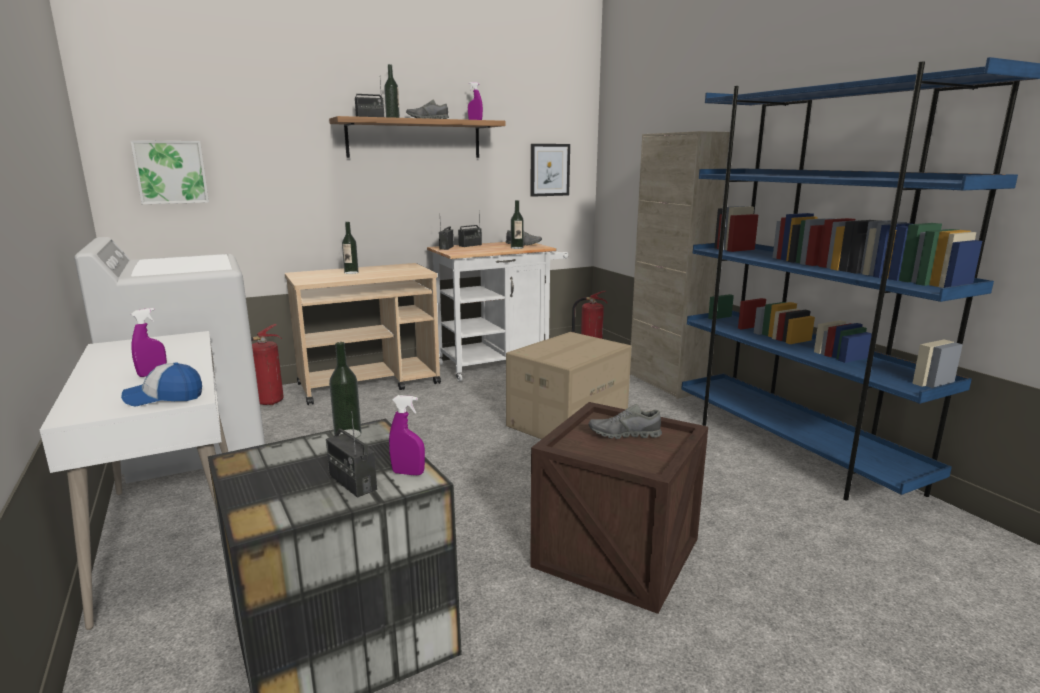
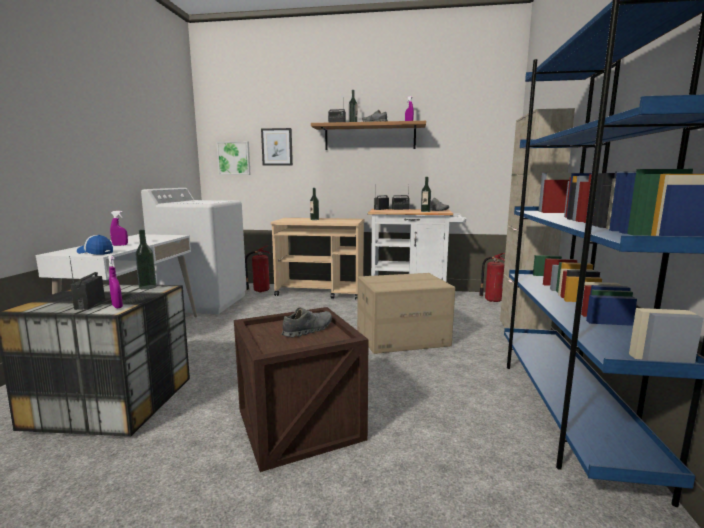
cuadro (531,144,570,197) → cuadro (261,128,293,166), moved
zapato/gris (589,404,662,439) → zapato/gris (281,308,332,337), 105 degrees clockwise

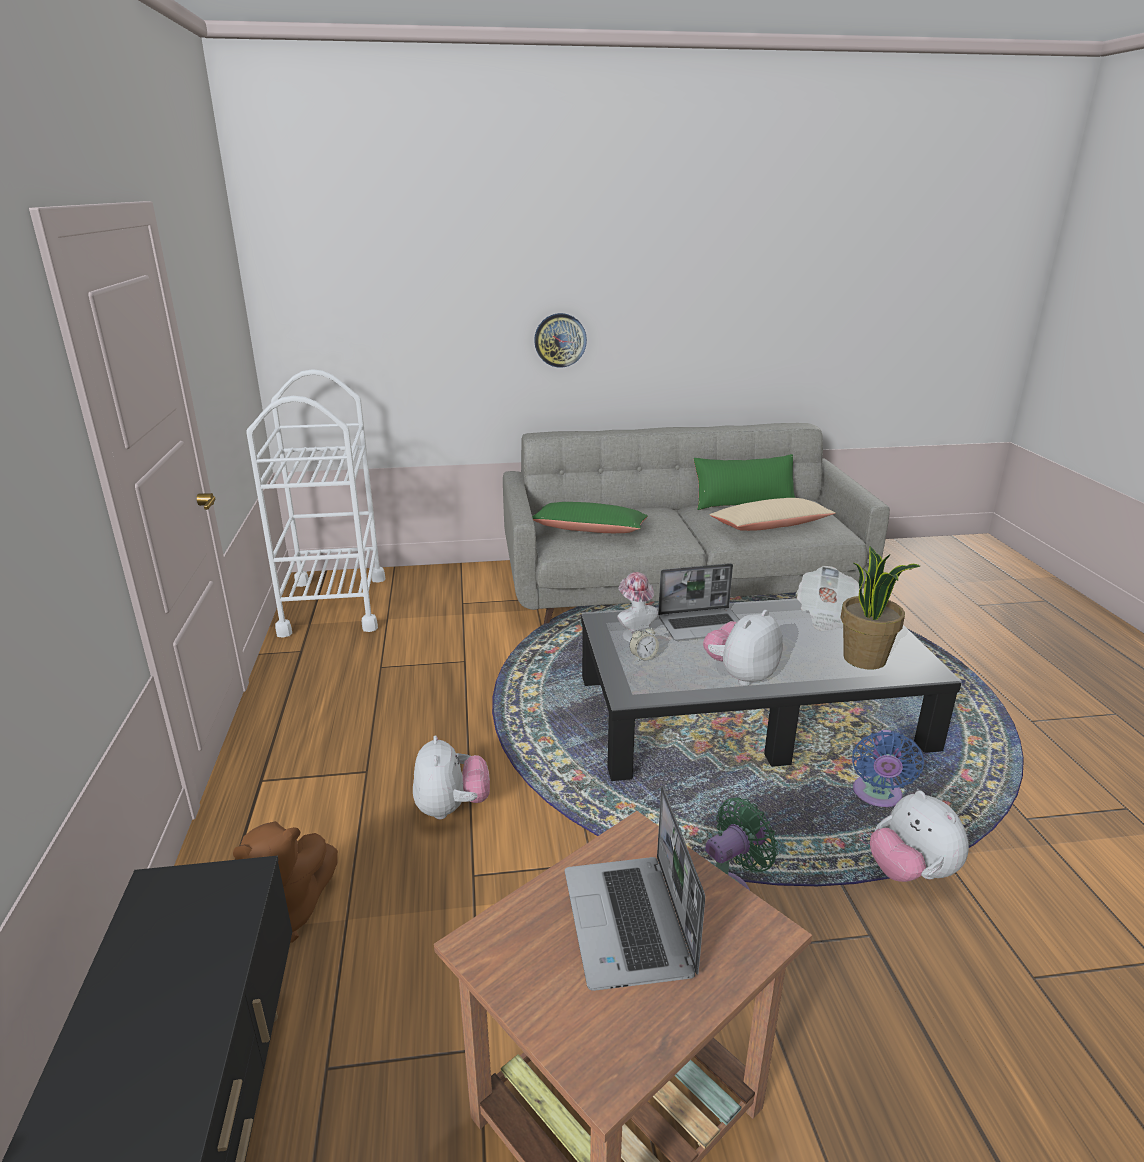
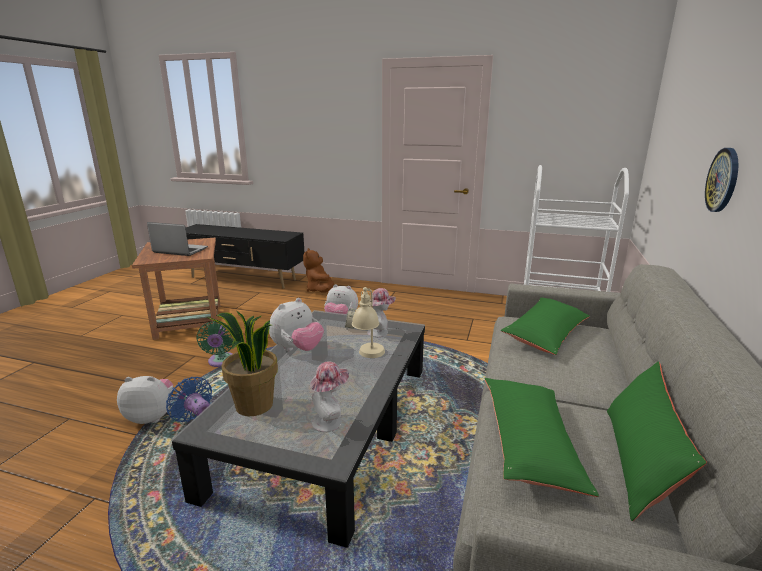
peluche (703,610,783,686) → peluche (269,298,324,351), 60 degrees clockwise
periódico (796,566,864,631) → sombrero (310,361,349,432)
portátil (658,563,739,640) → lámpara de mesa/beis (352,287,385,358)
cojín/beis (710,498,836,531) → cojín/verde (484,378,599,497)

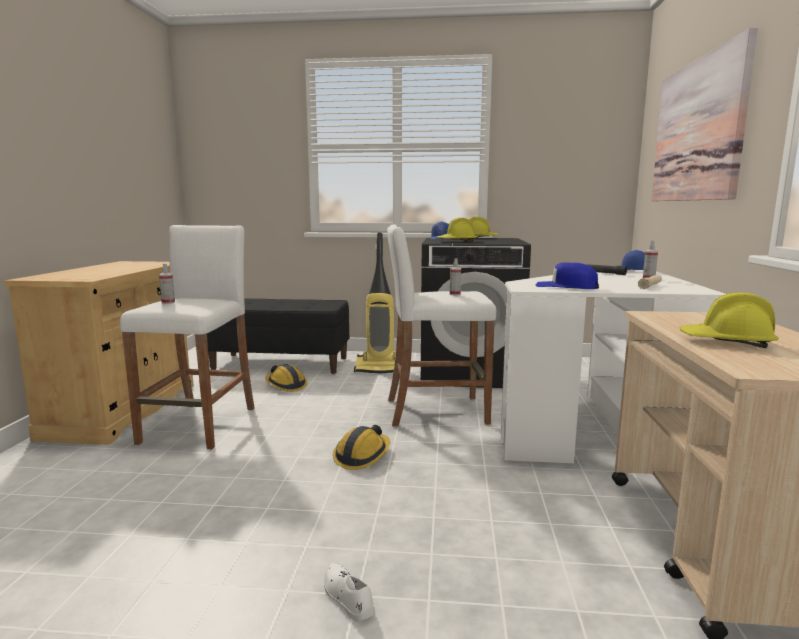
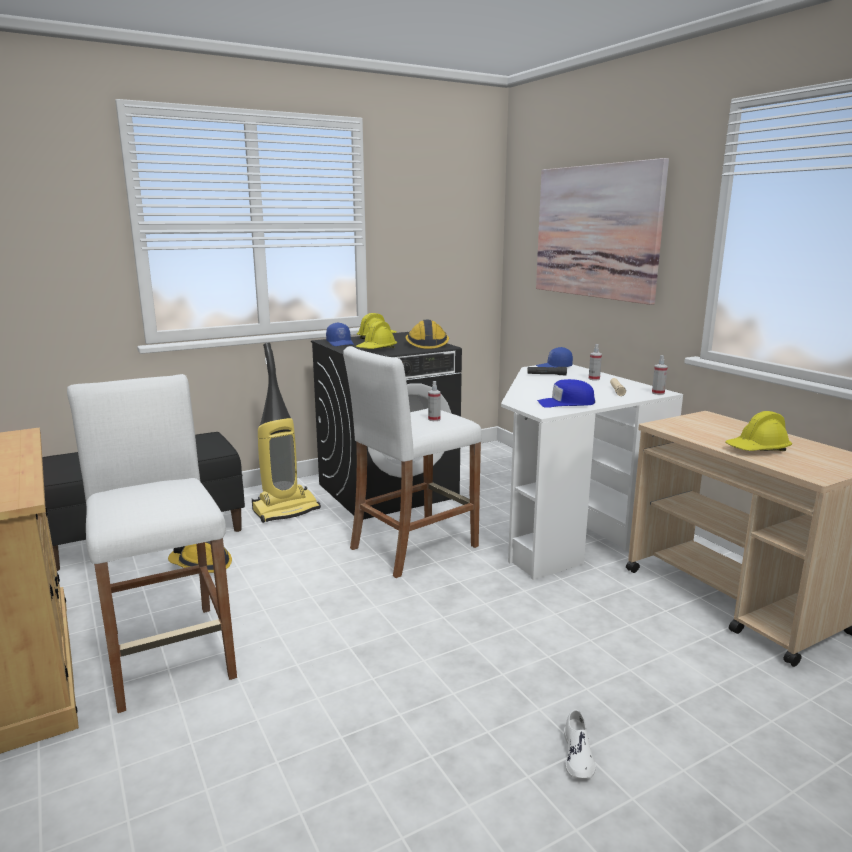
casco (333,425,390,470) → casco (406,320,449,349), moved
zapato/blanco (324,563,375,622) → zapato/blanco (564,709,596,779), 105 degrees counterclockwise
pulverizador (159,263,175,304) → pulverizador (652,355,668,395), moved

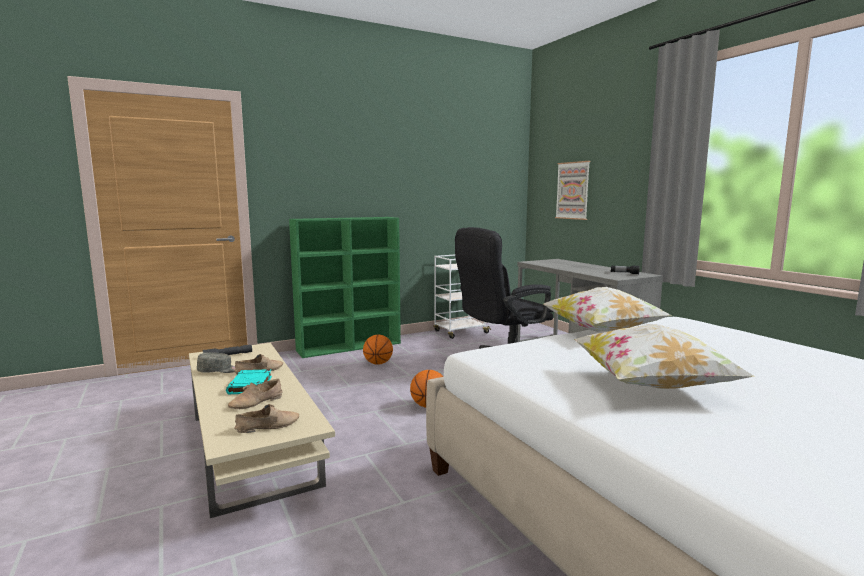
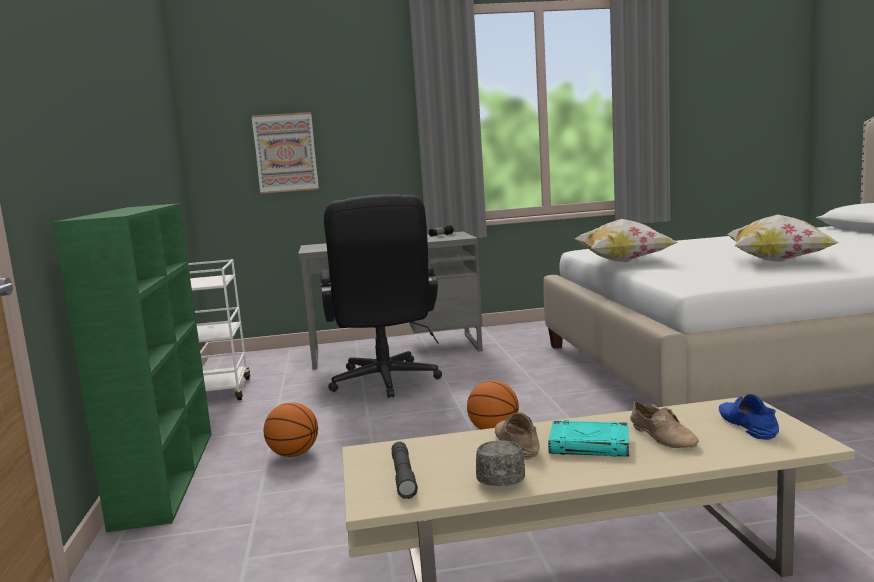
zapato/beis (235,404,299,433) → zapato/azul (719,394,779,440)

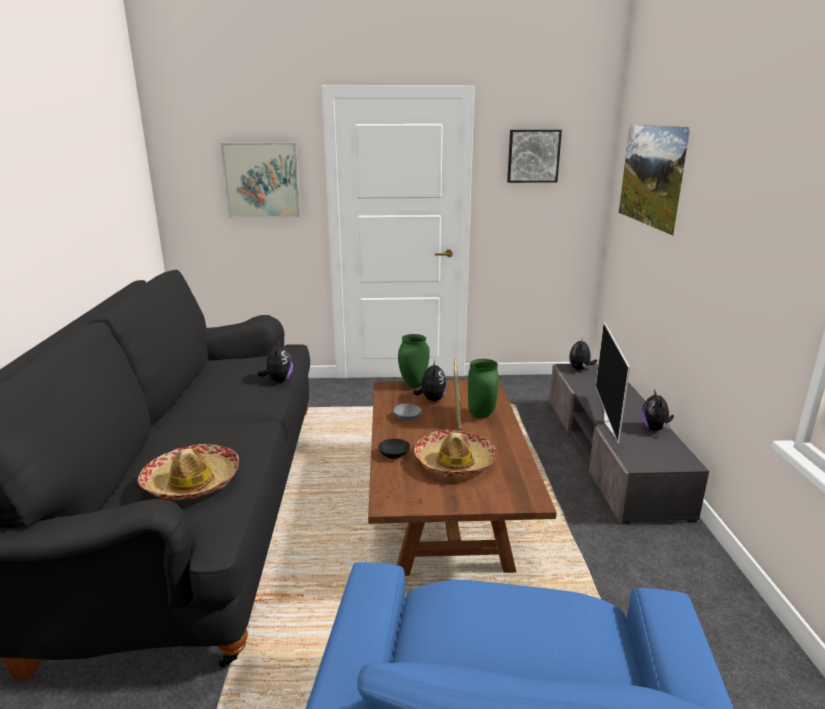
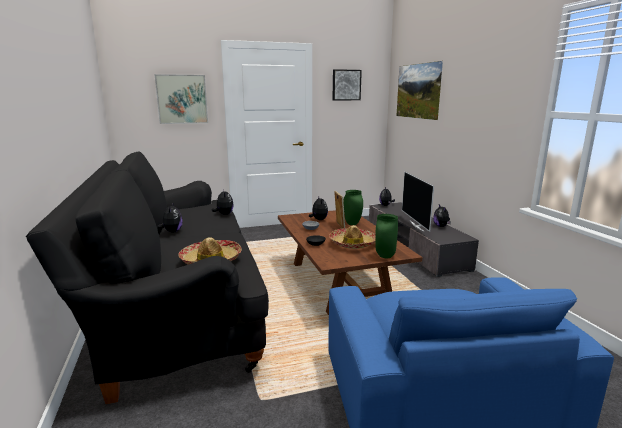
- → peluche (158,202,183,233)
florero/verde (398,334,430,388) → florero/verde (375,214,398,258), moved

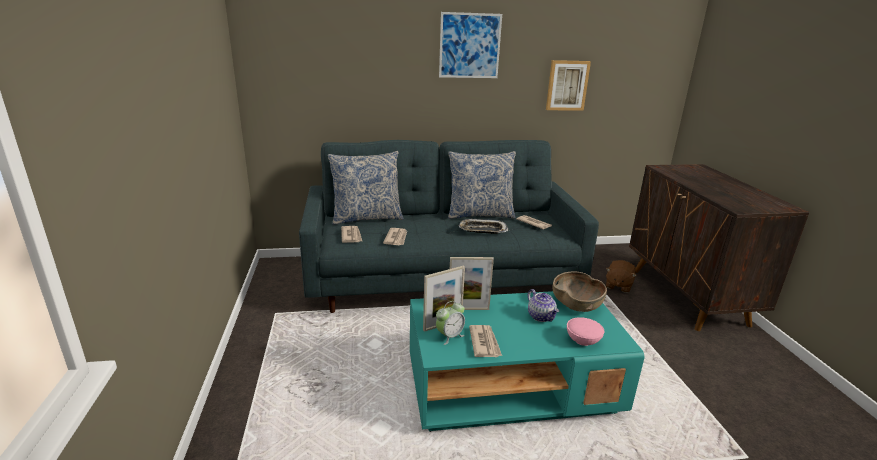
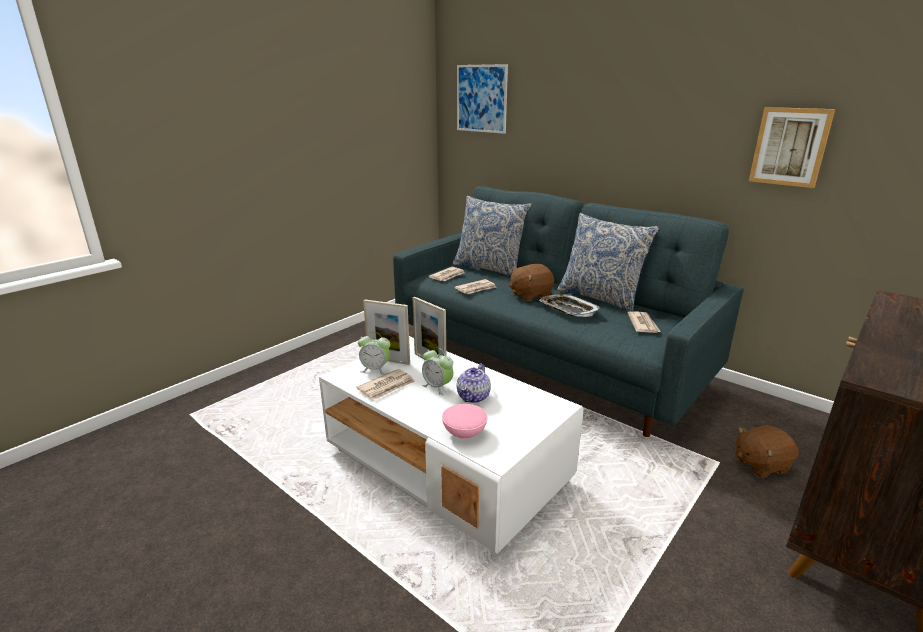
mesa de centro/turquesa (410,291,645,432) → mesa de centro/blanco (319,336,584,554)
- → despertador (422,347,453,396)
cuadro (439,12,502,78) → cuadro (457,64,508,134), moved
- → peluche/marrón (509,264,554,301)
cuenco/marrón (553,271,607,312) → -

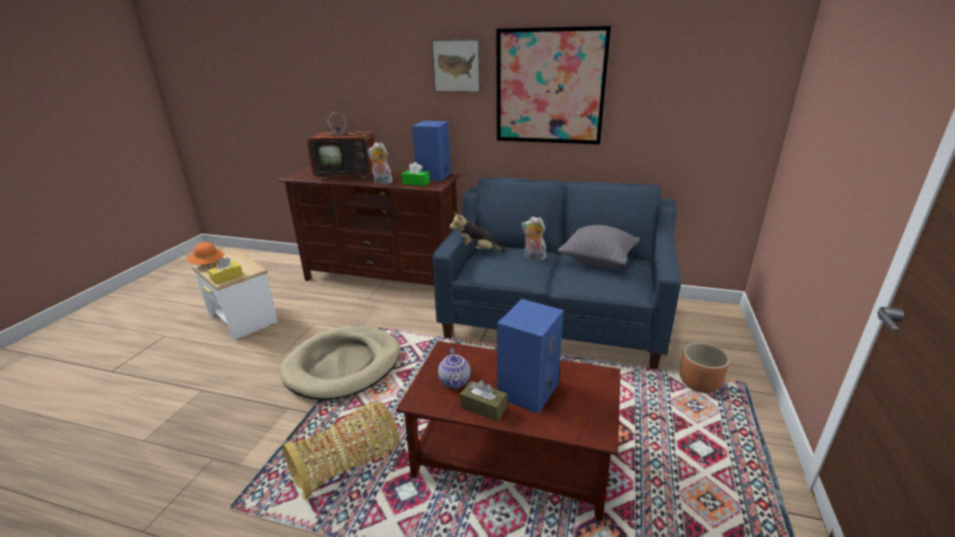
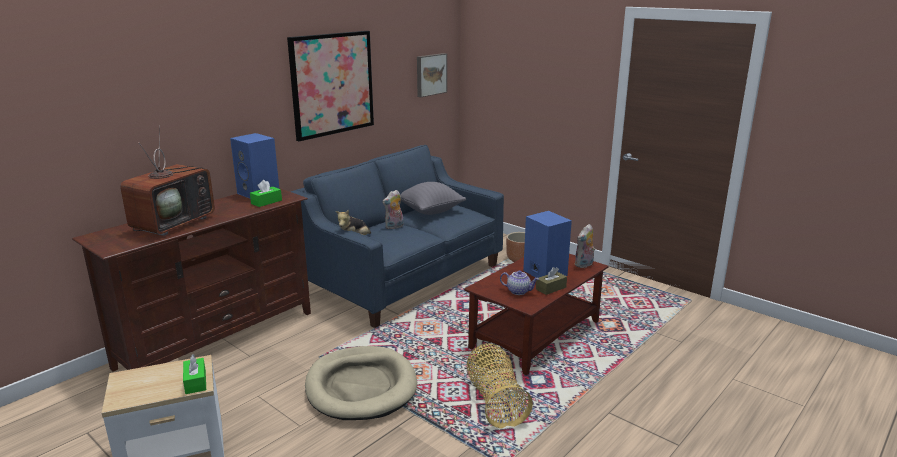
caja de pañuelos/amarillo (208,258,243,285) → caja de pañuelos/verde (183,354,206,394)
cuadro (432,39,481,92) → cuadro (417,53,447,97), moved
peluche (367,142,393,184) → peluche (574,224,595,268), moved
sombrero/naranja (187,242,224,268) → -

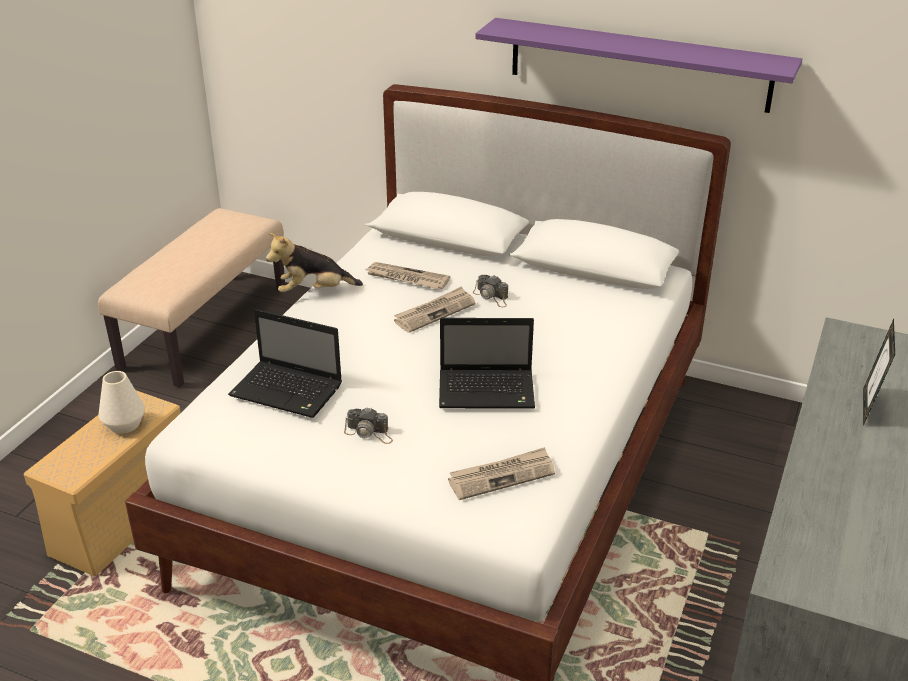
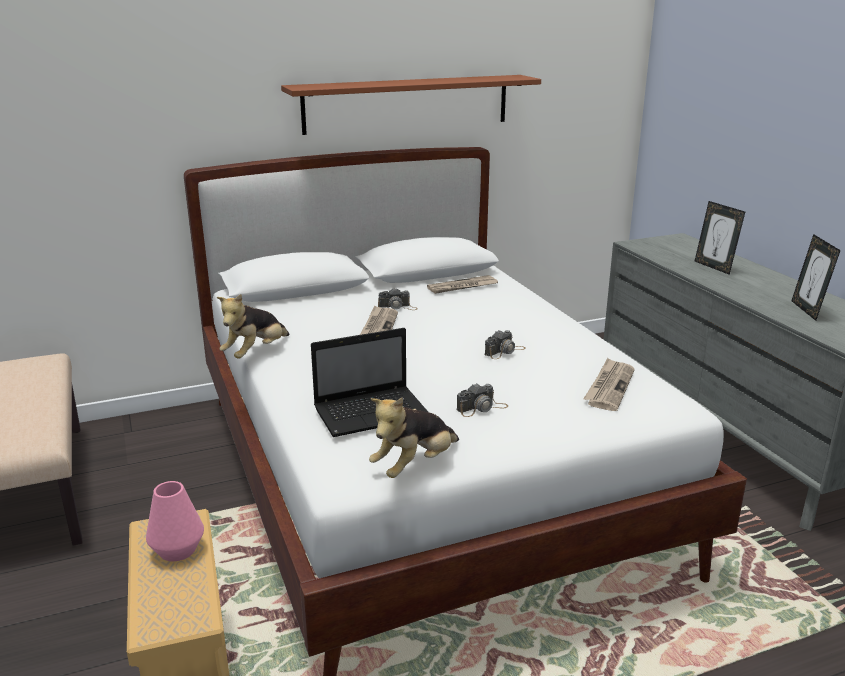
florero/blanco (99,371,145,434) → florero/rosa (146,481,204,561)
estante/morado (476,18,802,113) → estante/marrón (281,75,541,135)
- → peluche (369,397,459,478)
periódico (364,262,450,289) → periódico (427,275,498,294), moved
portátil (439,318,535,409) → cámara (485,330,526,359)
- → portarretratos (791,234,841,321)

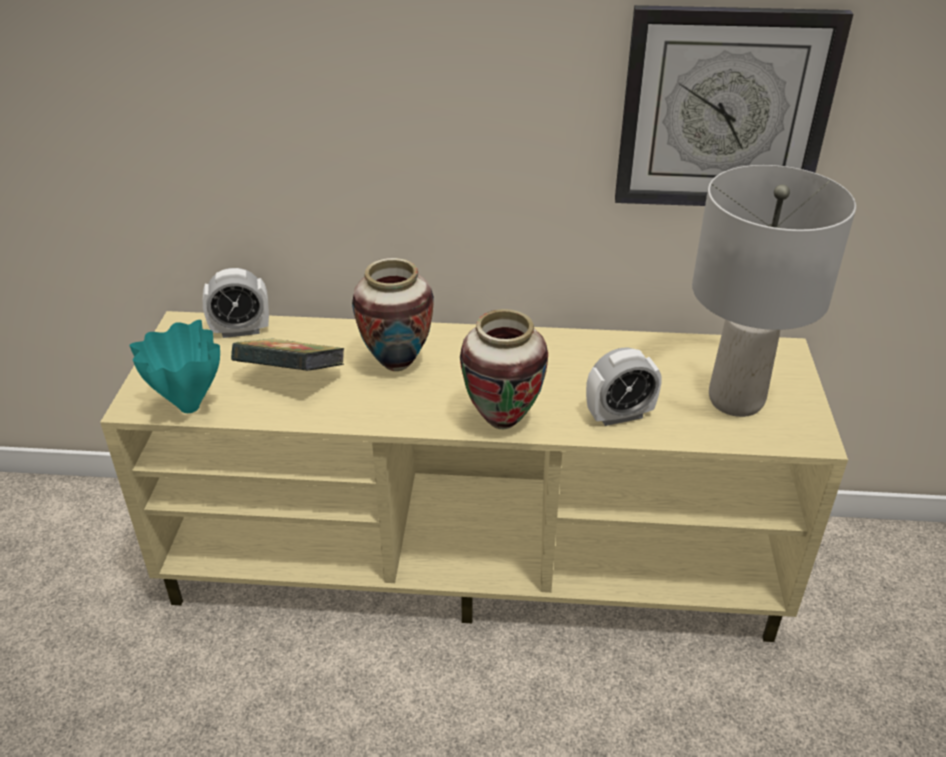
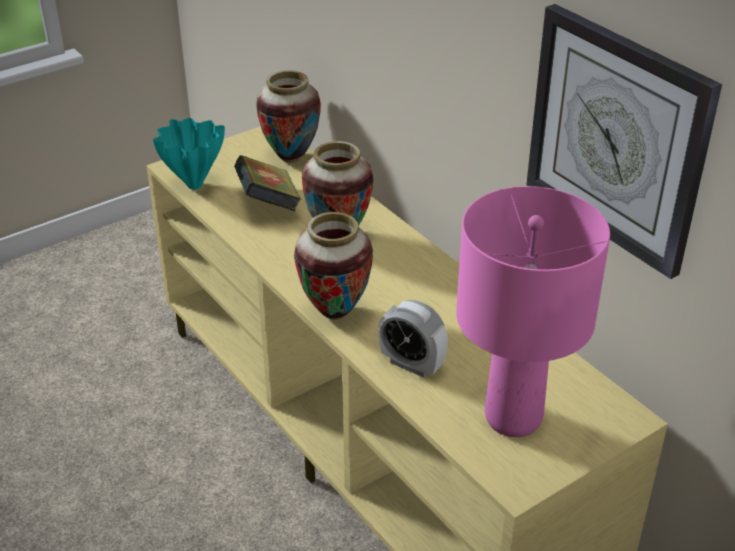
despertador (203,268,269,338) → florero (256,70,321,163)
lámpara de mesa/gris (692,165,856,417) → lámpara de mesa/rosa (456,186,610,437)

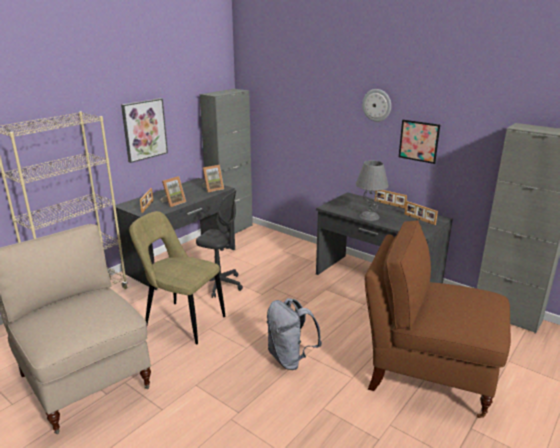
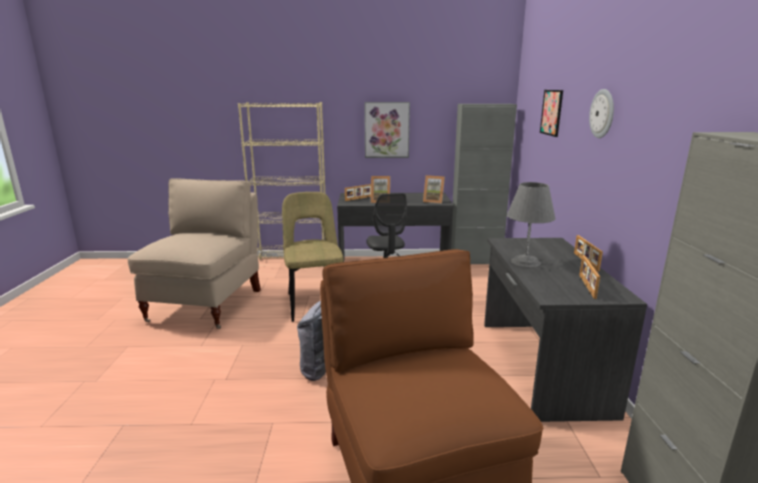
cuadro (399,120,440,164) → cuadro (540,90,563,137), moved

